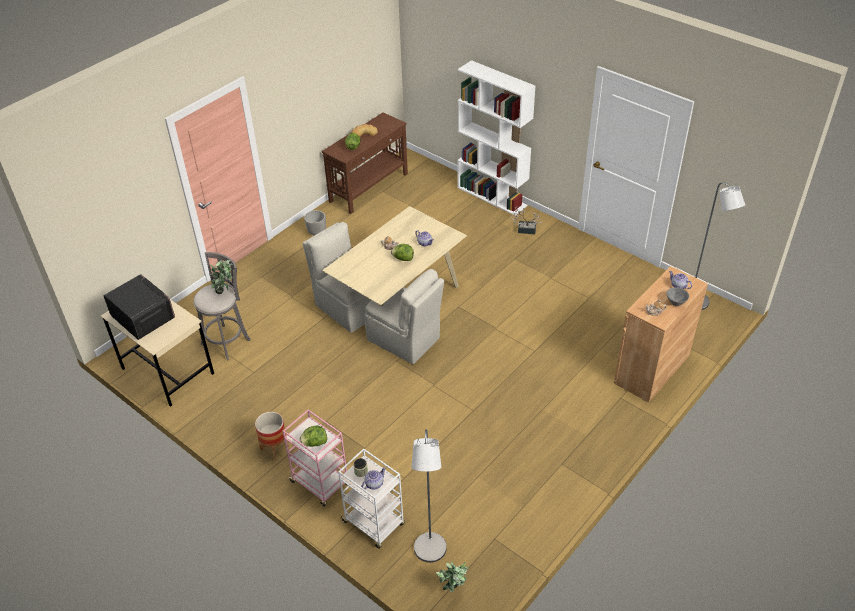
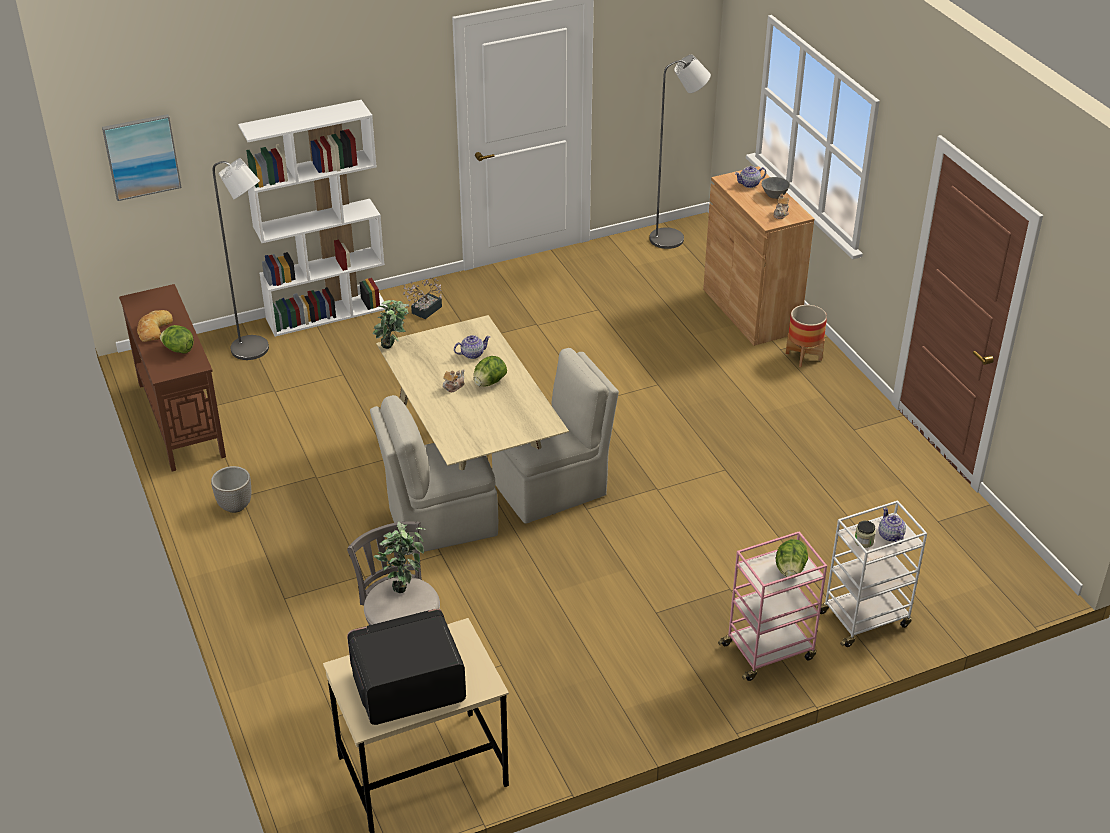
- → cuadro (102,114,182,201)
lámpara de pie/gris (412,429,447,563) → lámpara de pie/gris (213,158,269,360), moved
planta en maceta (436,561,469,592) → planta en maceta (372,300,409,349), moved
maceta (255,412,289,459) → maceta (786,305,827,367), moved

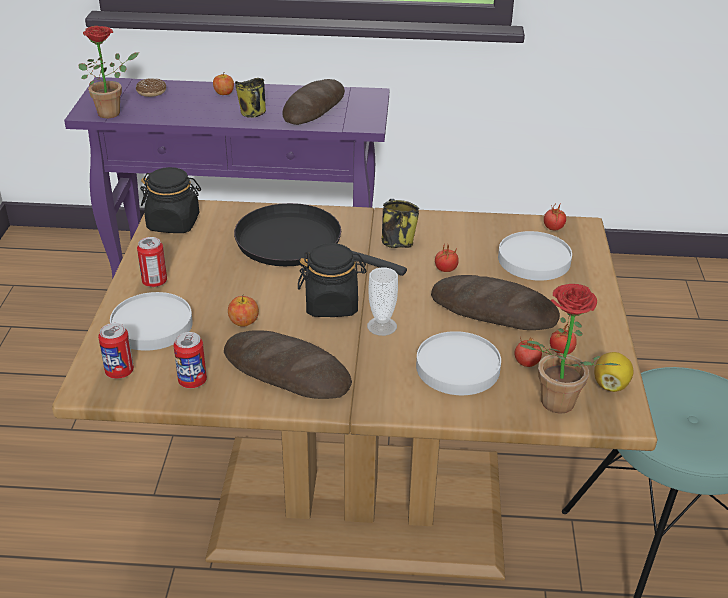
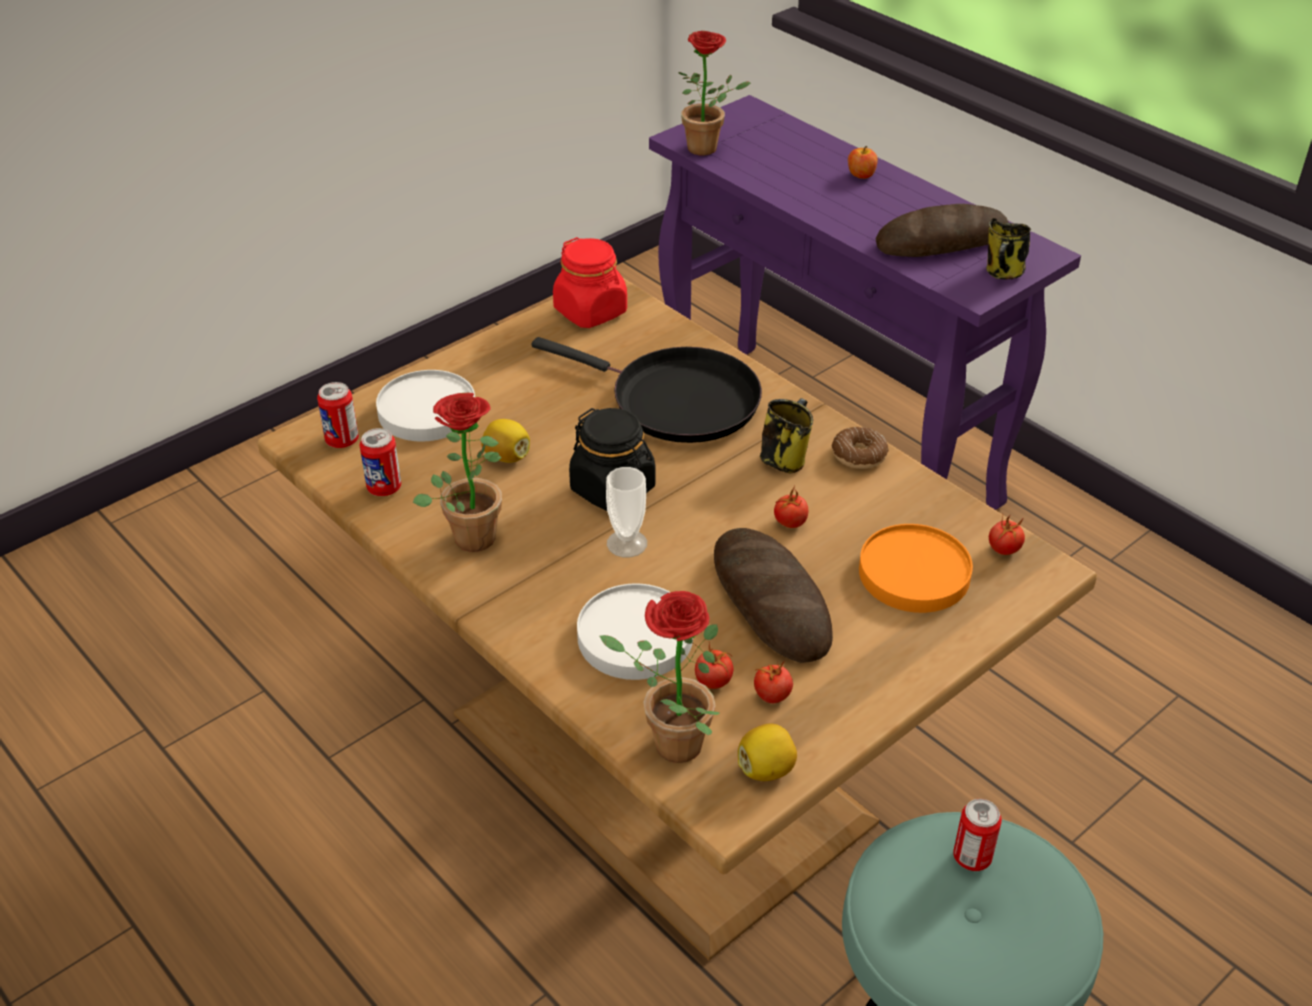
pan (224,330,352,399) → planta en maceta (413,393,502,552)
manzana (228,294,259,327) → limón (481,419,530,463)
sartén/negro (234,203,407,276) → sartén/negro (532,337,762,443), 135 degrees clockwise
tarro/negro (140,167,201,233) → tarro/rojo (553,237,627,328)
rosquilla (136,78,166,97) → rosquilla (832,427,889,469), moved
plato/blanco (498,231,572,281) → plato/naranja (859,524,973,613)
lata (137,237,167,287) → lata (953,799,1002,871), moved
taza grande (235,78,266,118) → taza grande (987,218,1031,280), moved

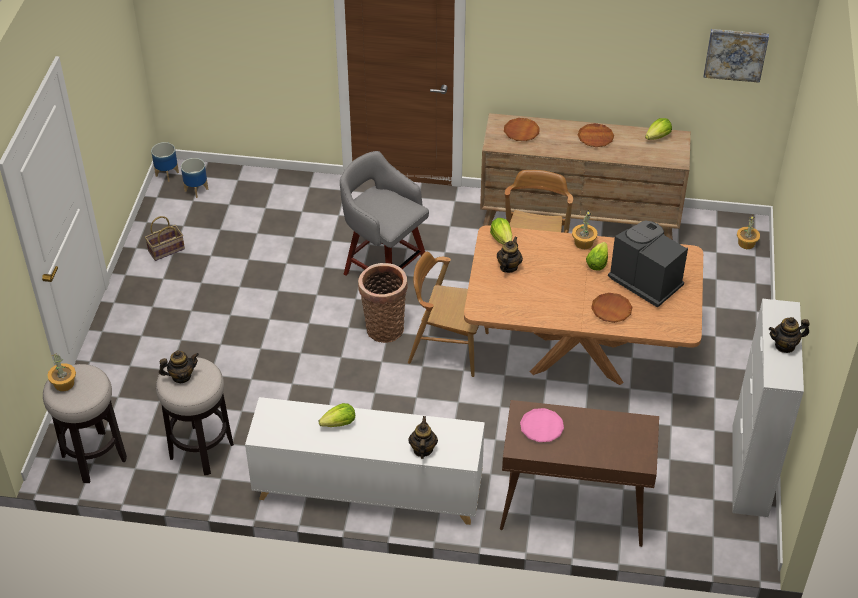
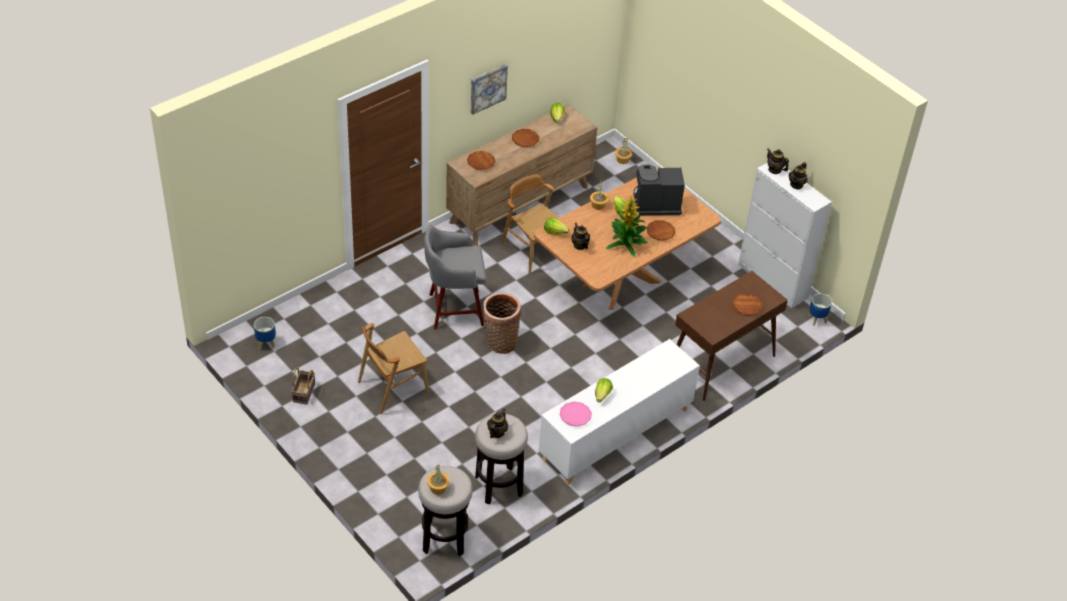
silla/marrón (408,252,489,377) → silla/marrón (358,323,429,414), moved
cuadro (703,29,769,83) → cuadro (471,64,508,115), moved
plato/rosa (520,408,564,442) → plato/rosa (560,401,592,427), moved
- → planta en maceta (606,195,648,257)
- → plato/marrón (732,293,763,315)
tetera (408,416,438,459) → tetera (767,148,789,174), moved
maceta (151,142,179,182) → maceta (808,294,832,326), moved

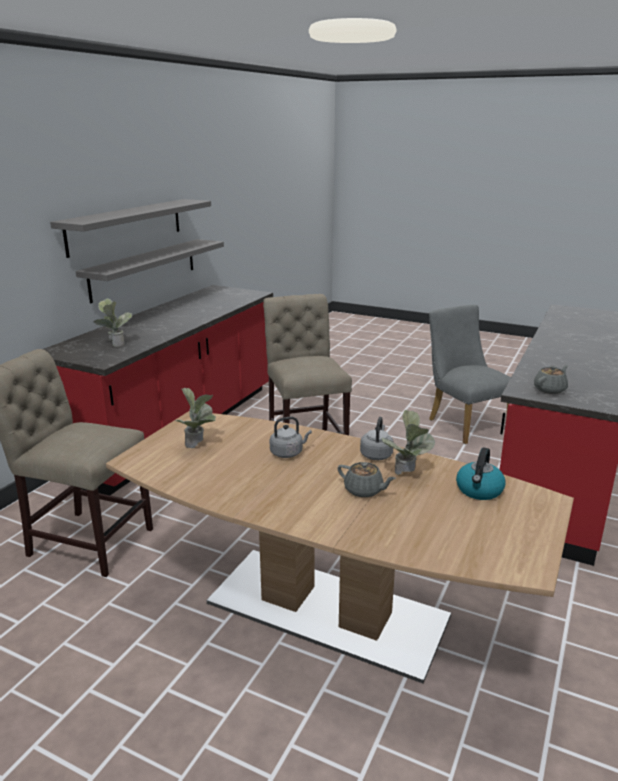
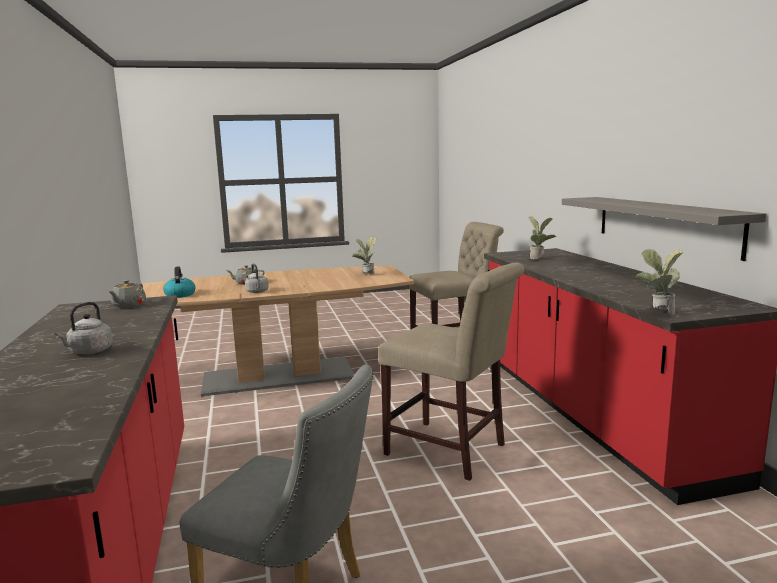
hervidor/gris (270,417,312,458) → hervidor/gris (55,302,113,354), moved
planta en maceta (382,410,435,475) → planta en maceta (636,249,683,315), moved
estante/gris (50,199,211,258) → -

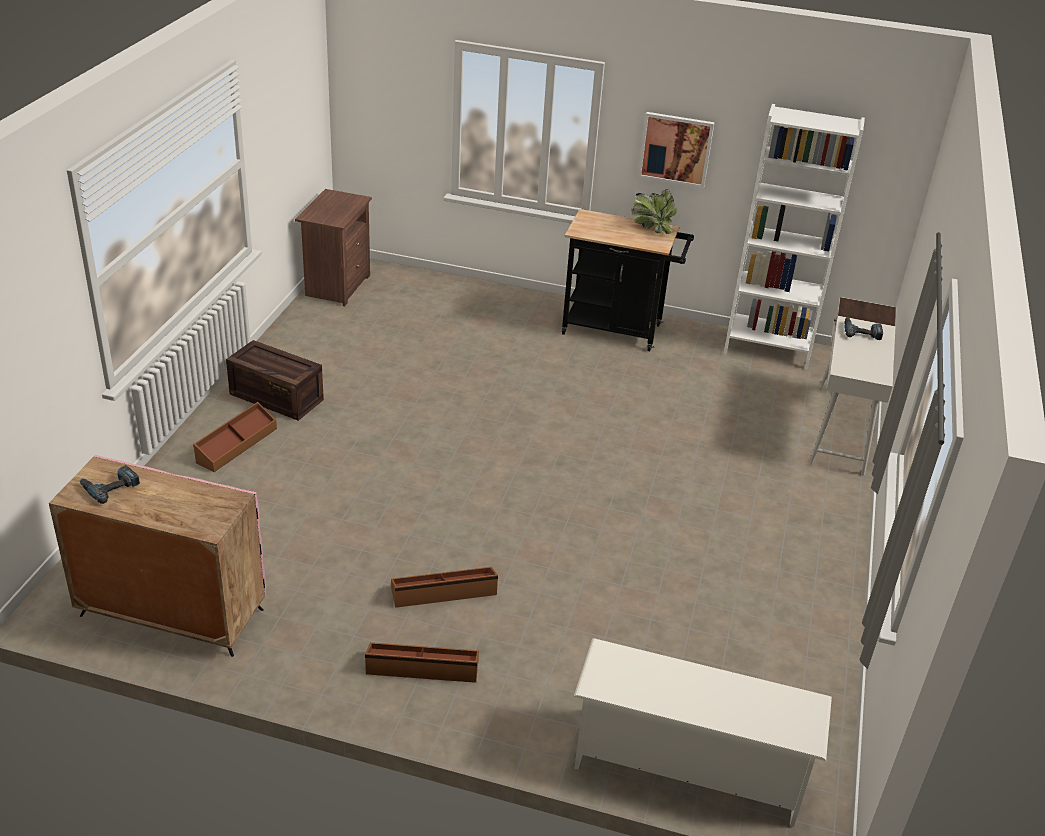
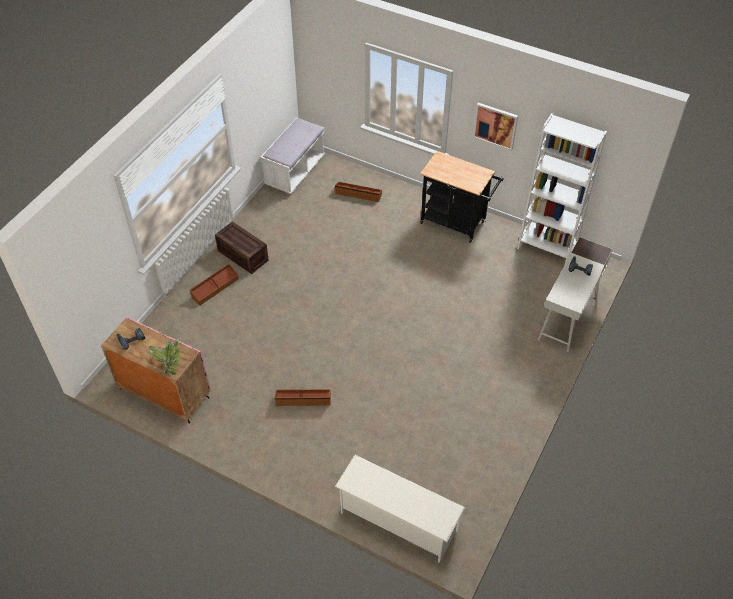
planta en maceta (631,189,677,234) → planta en maceta (148,339,180,375), moved
mesita de noche/marrón (295,189,372,306) → banco/blanco (260,118,325,194)
caja de almacenaje/marrón (365,642,479,683) → caja de almacenaje/marrón (335,182,382,202), moved

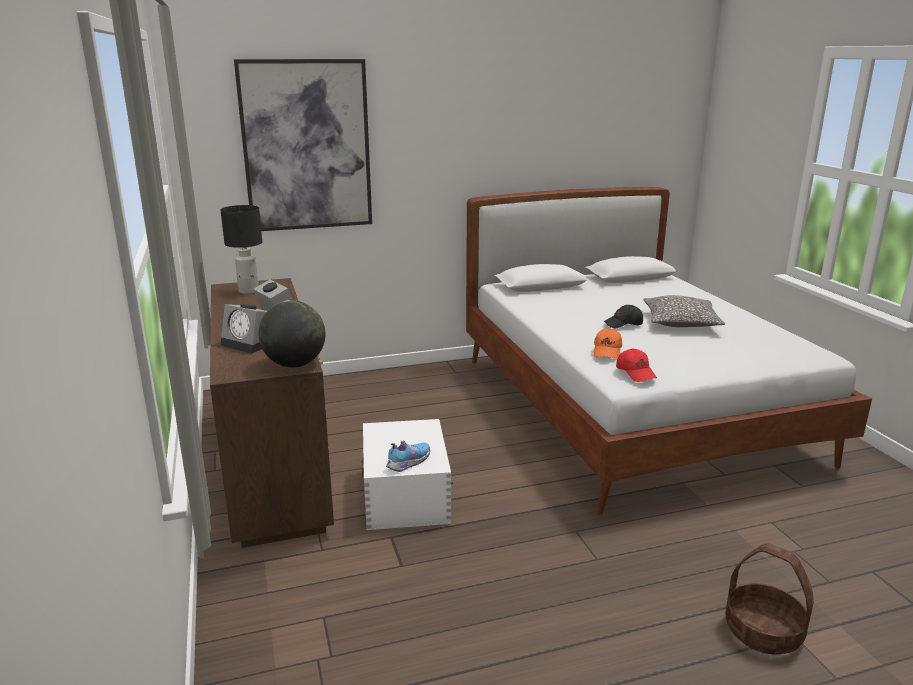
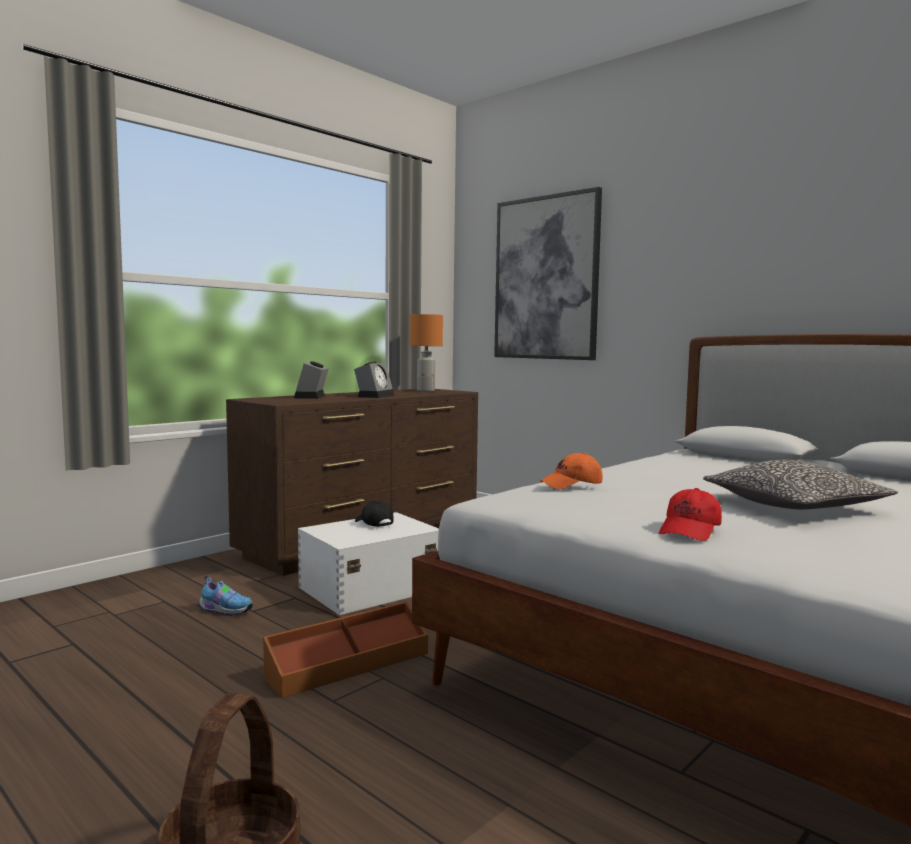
zapato (386,441,430,472) → zapato (198,576,253,616), moved
- → caja de almacenaje/marrón (263,602,428,698)
gorra/negro (604,305,643,328) → gorra/negro (355,501,394,527), moved
lámpara de mesa/negro (220,205,262,294) → lámpara de mesa/naranja (410,314,443,391)
gorra/rojo (616,348,657,382) → gorra/rojo (659,488,722,541), moved
globo terráqueo (258,300,325,367) → -

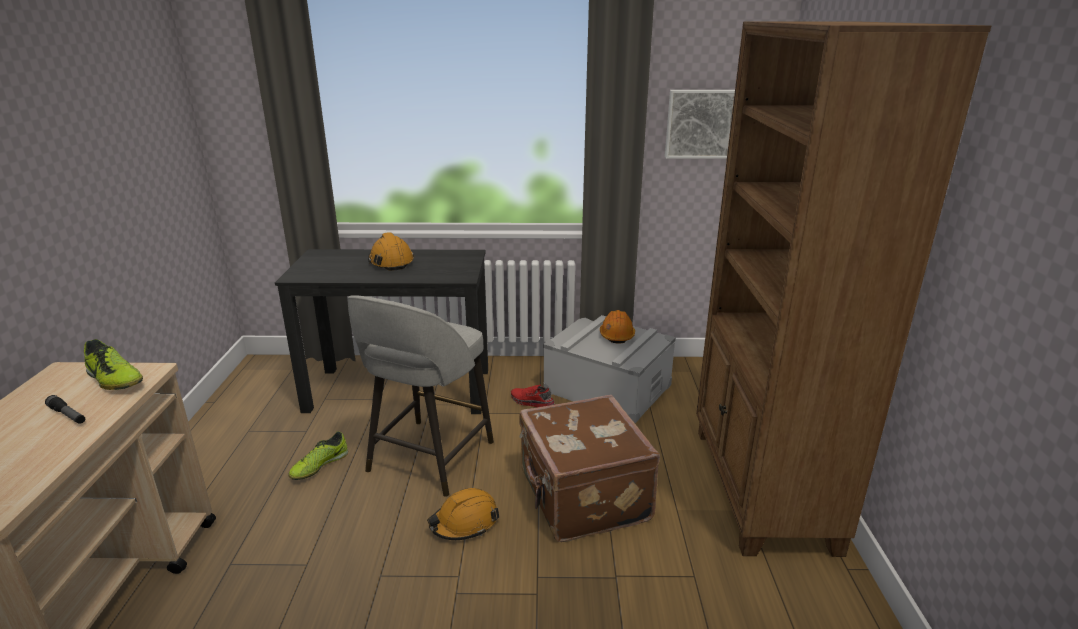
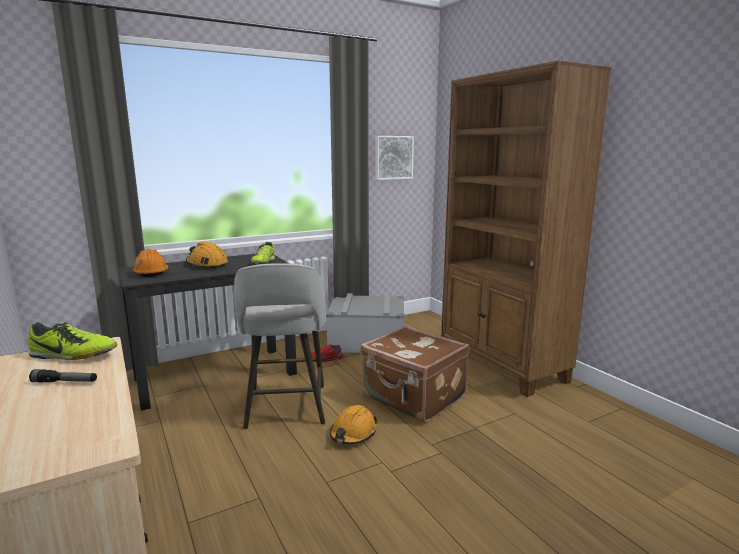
casco/naranja (600,310,635,344) → casco/naranja (133,249,168,277), moved
zapato (289,431,348,480) → zapato (251,242,275,264), moved

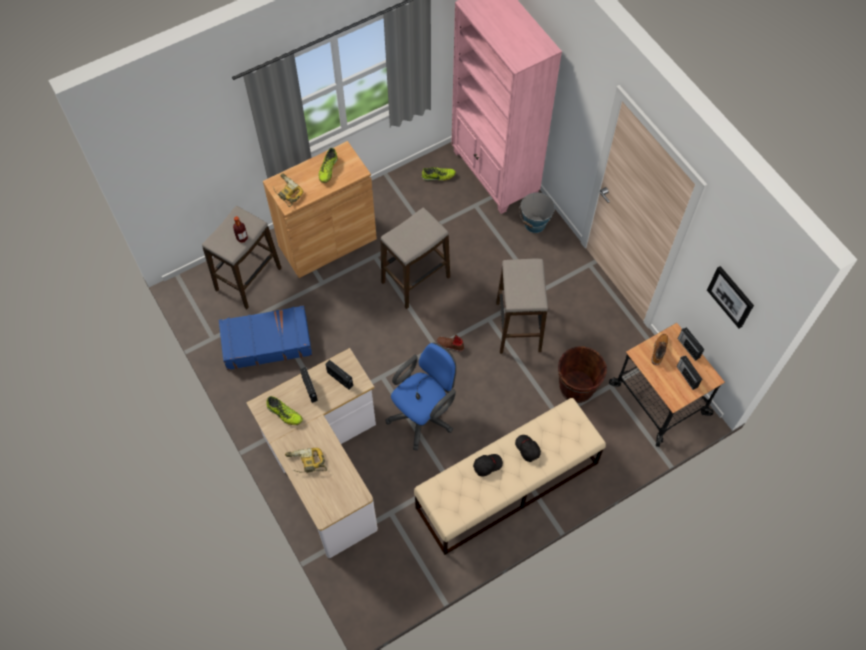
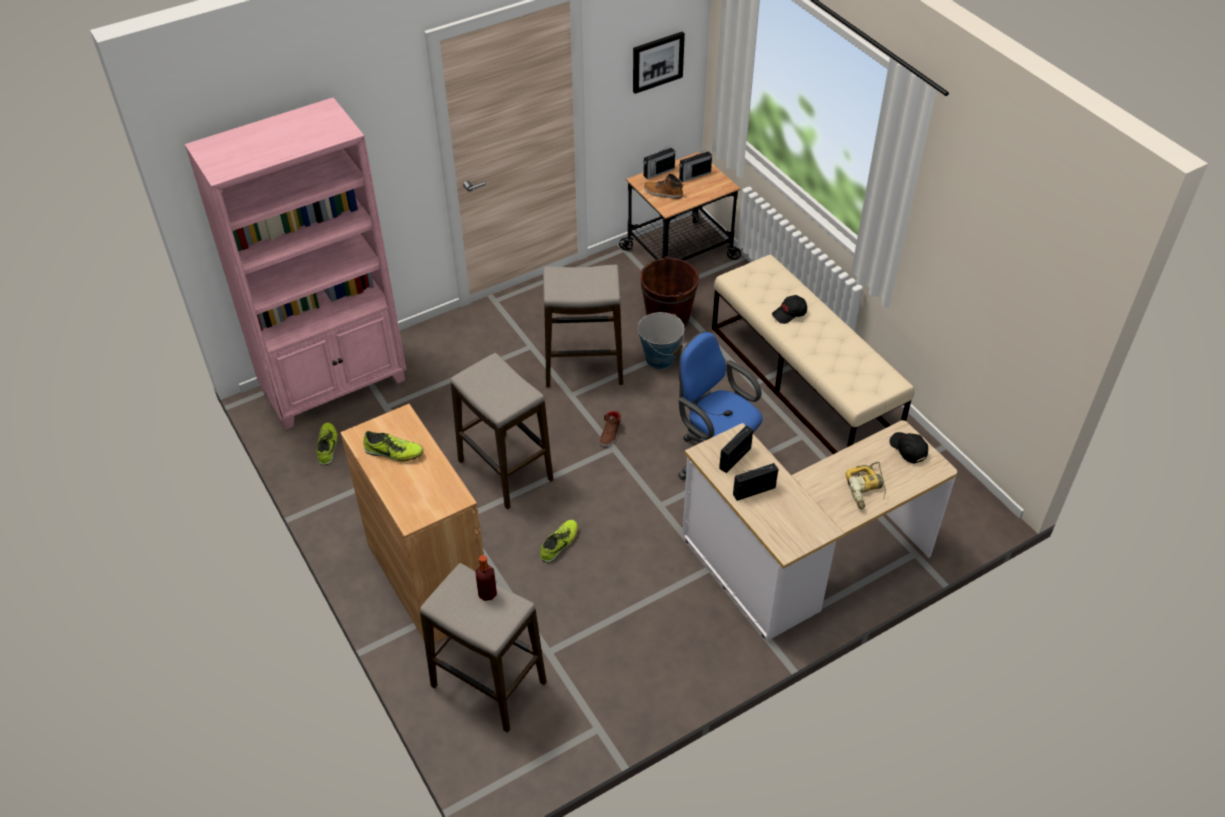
zapato (266,396,303,425) → zapato (540,520,578,563), moved
cubo (519,193,555,233) → cubo (638,312,684,369), moved
gorra/negro (473,454,503,476) → gorra/negro (890,432,928,464), moved
maleta/azul (219,305,312,370) → -
taladro (273,174,303,207) → -

